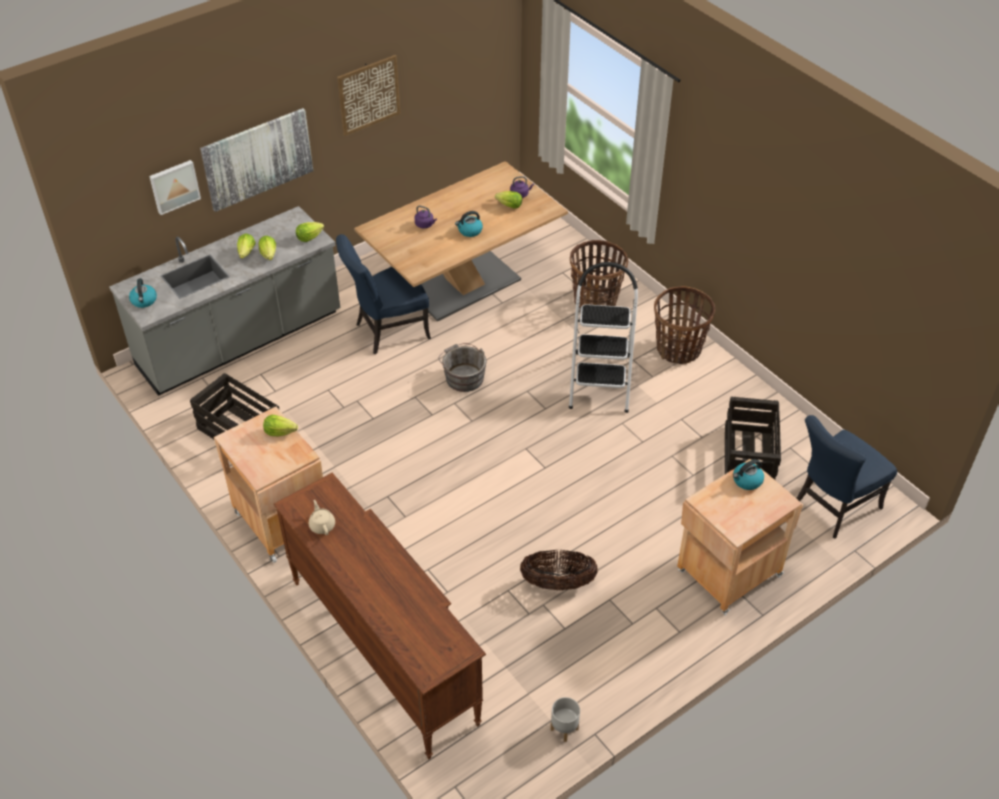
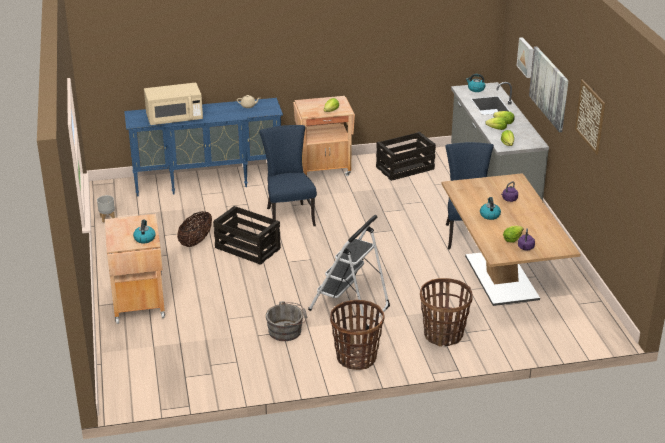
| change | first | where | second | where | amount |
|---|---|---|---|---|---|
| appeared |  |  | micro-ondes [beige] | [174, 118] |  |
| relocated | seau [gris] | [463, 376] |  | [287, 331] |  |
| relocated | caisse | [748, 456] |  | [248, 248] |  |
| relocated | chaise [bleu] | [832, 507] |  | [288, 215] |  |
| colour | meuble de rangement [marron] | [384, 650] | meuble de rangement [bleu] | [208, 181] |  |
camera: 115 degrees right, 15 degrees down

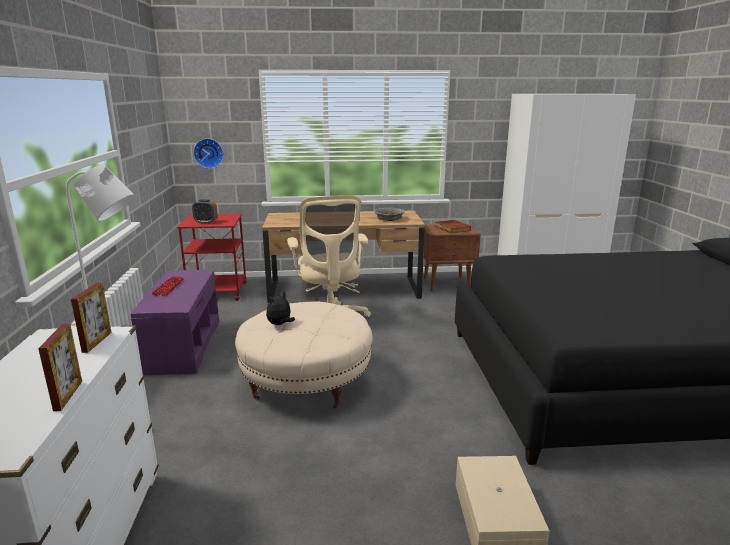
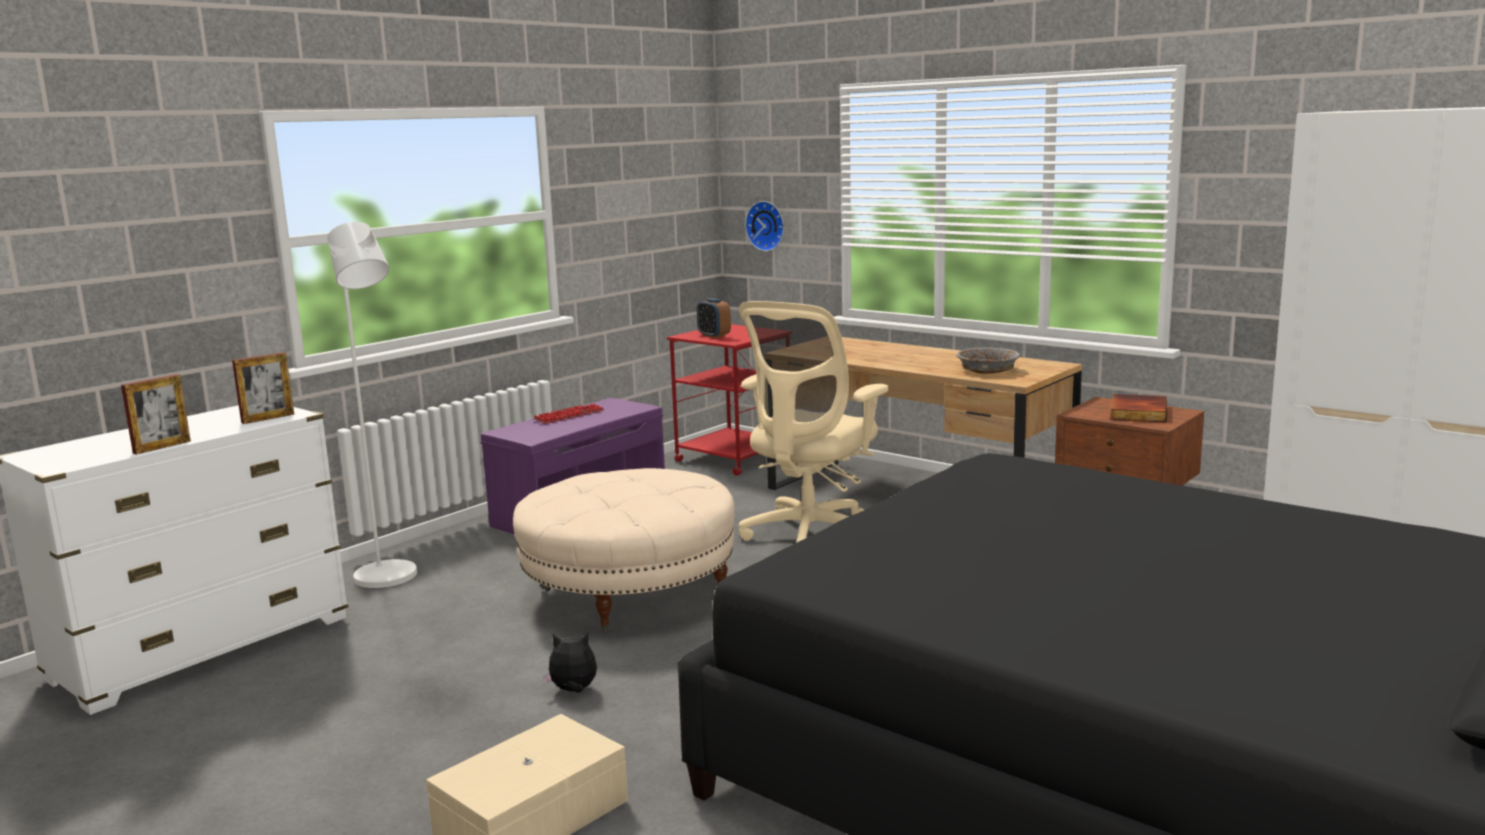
| change | first | where | second | where | amount |
|---|---|---|---|---|---|
| relocated | peluche | [280, 324] |  | [573, 691] |  |
camera: 45 degrees right, 5 degrees down

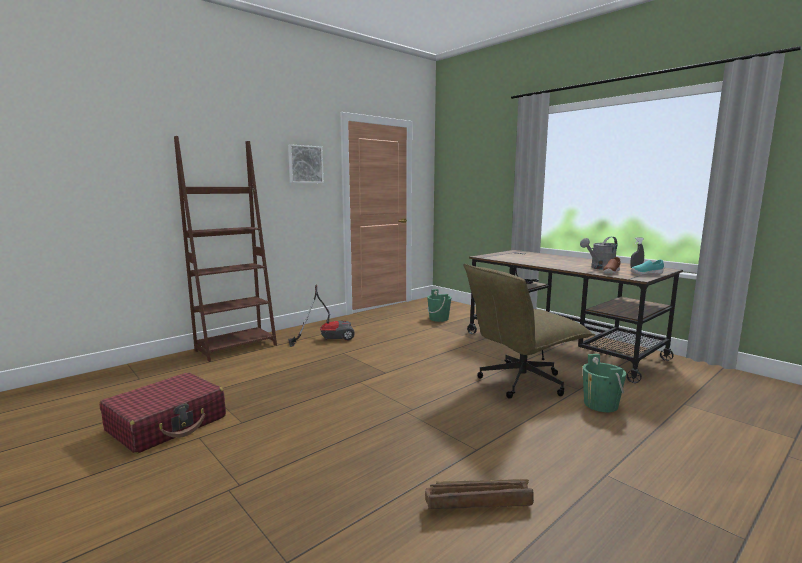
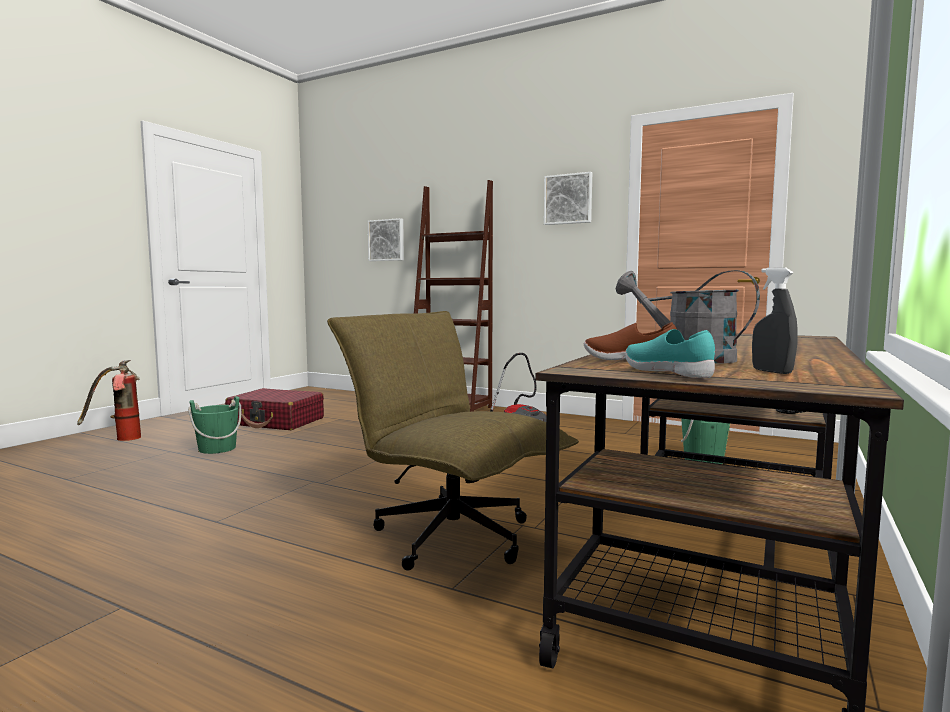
| change | first | where | second | where | amount |
|---|---|---|---|---|---|
| missing | caisse | [478, 502] |  |  |  |
| appeared |  |  | extincteur | [119, 440] |  |
| appeared |  |  | tableau | [387, 240] |  |
| relocated | seau [vert] | [600, 405] |  | [217, 448] |  |
camera: 70 degrees right, 5 degrees down

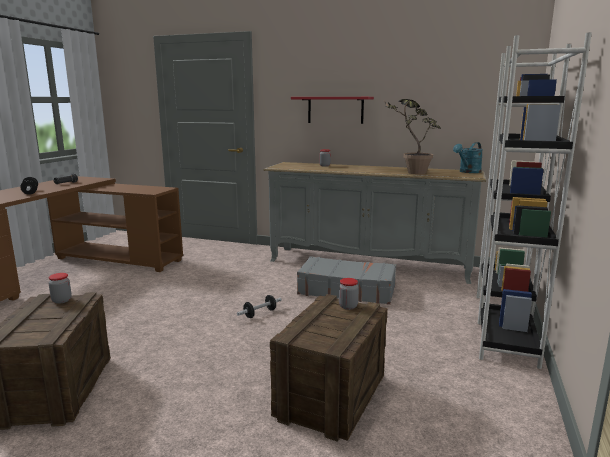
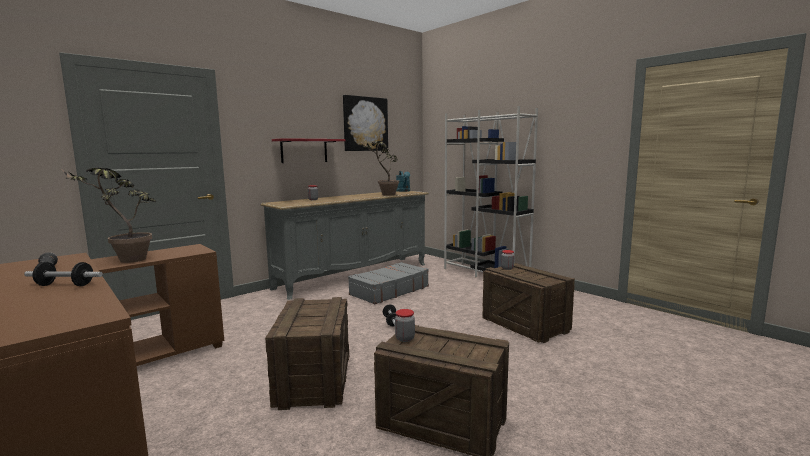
| change | first | where | second | where | amount |
|---|---|---|---|---|---|
| appeared |  |  | plante en pot | [123, 260] |  |
| appeared |  |  | caisse | [314, 379] |  |
| appeared |  |  | tableau | [365, 124] |  |
camera: 60 degrees left, 5 degrees down

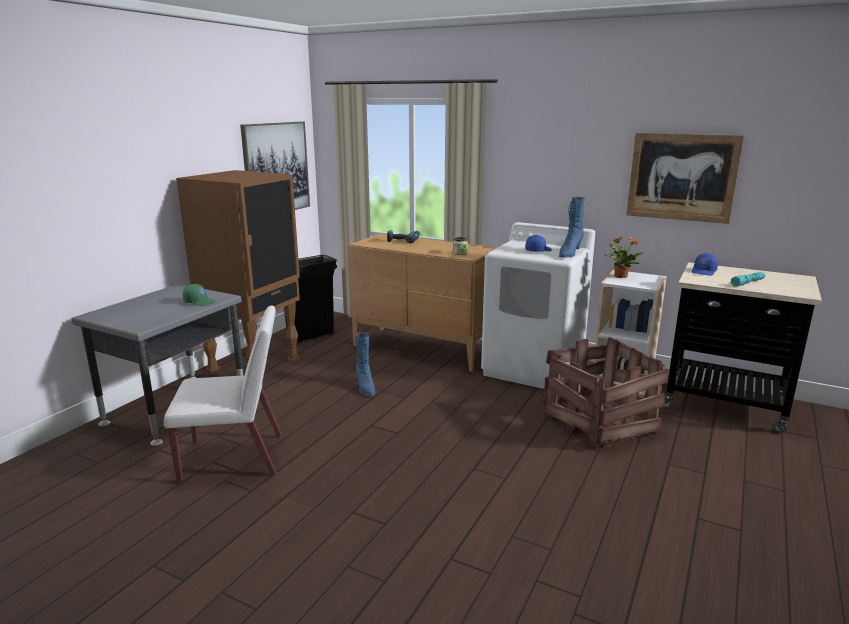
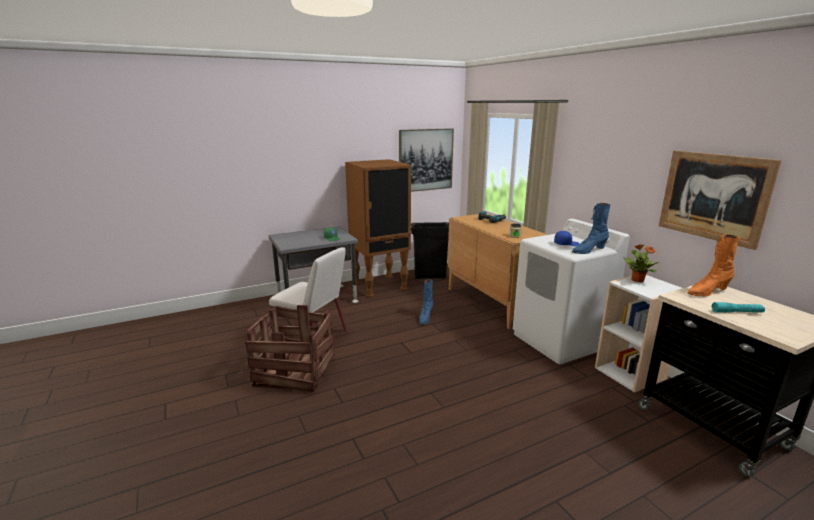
| change | first | where | second | where | amount |
|---|---|---|---|---|---|
| relocated | caisse | [600, 423] |  | [295, 371] |  |
| exchanged | casquette [bleu] | [704, 272] | botte [orange] | [707, 292] |  |
camera: 35 degrees right, 0 degrees up

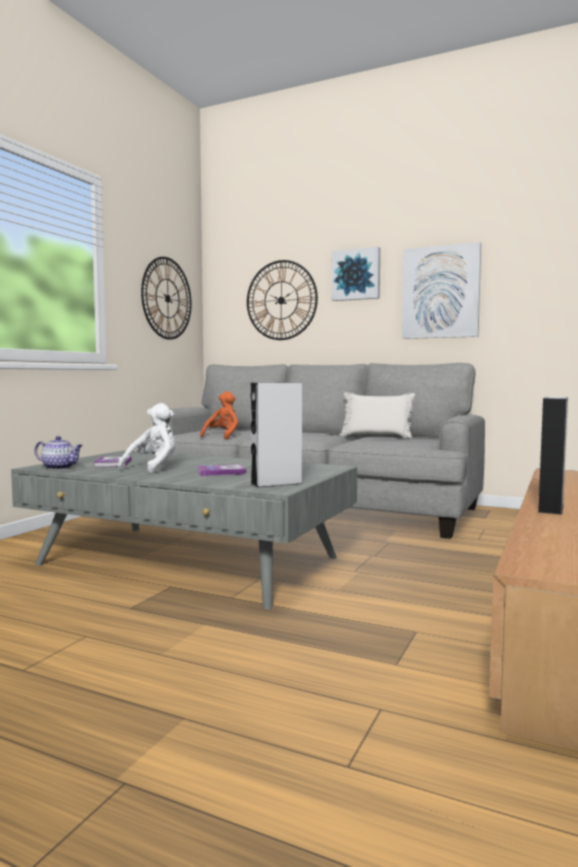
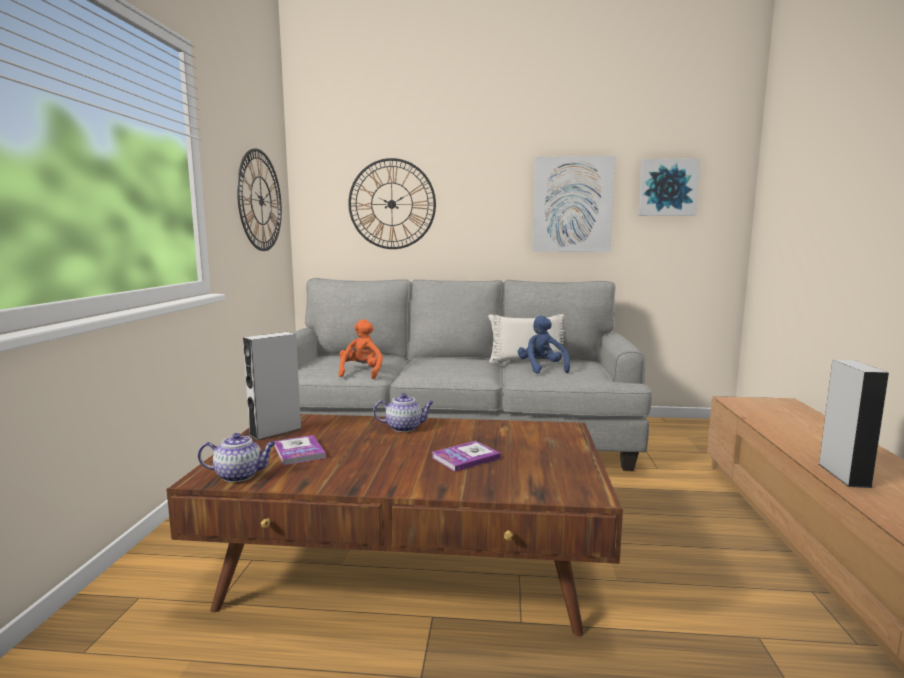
| change | first | where | second | where | amount |
|---|---|---|---|---|---|
| missing | peluche [blanc] | [153, 467] |  |  |  |
| appeared |  |  | théière | [405, 427] |  |
| appeared |  |  | peluche [bleu] | [542, 368] |  |
| relocated | enceinte [gris] | [276, 484] |  | [275, 432] |  |
| relocated | tableau | [356, 275] |  | [667, 187] |  |
| colour | table basse [gris] | [187, 561] | table basse [marron] | [409, 561] |  |
camera: 20 degrees left, 5 degrees up

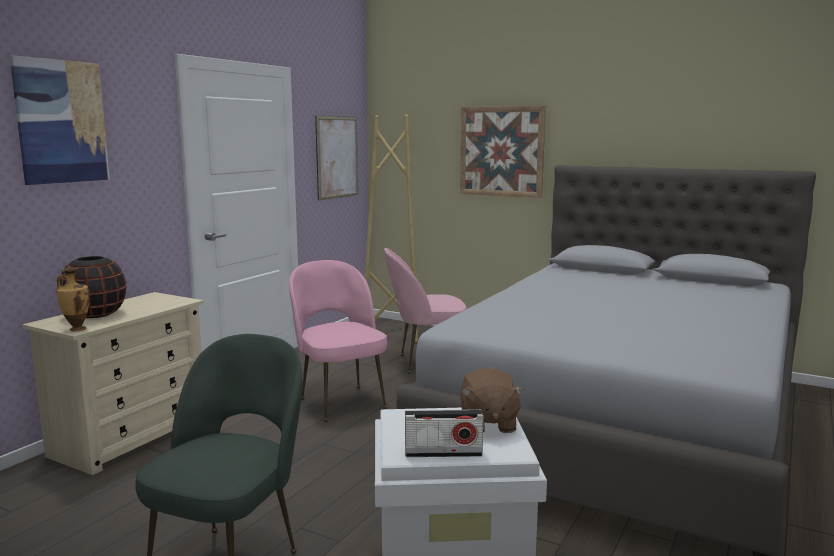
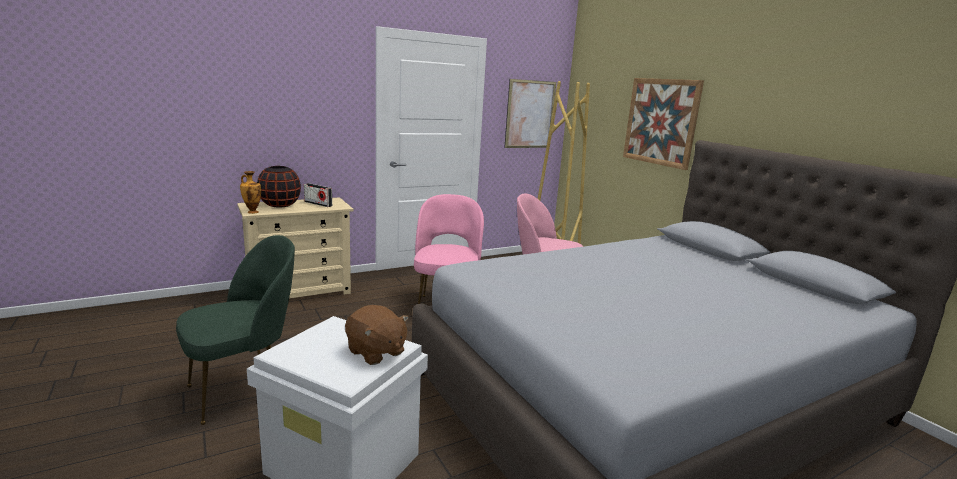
| change | first | where | second | where | amount |
|---|---|---|---|---|---|
| missing | tableau | [61, 122] |  |  |  |
| relocated | radio | [443, 453] |  | [318, 204] |  |
| spun | peluche [marron] | [488, 424] |  | [376, 352] | 75 degrees counterclockwise |
camera: 30 degrees right, 5 degrees up

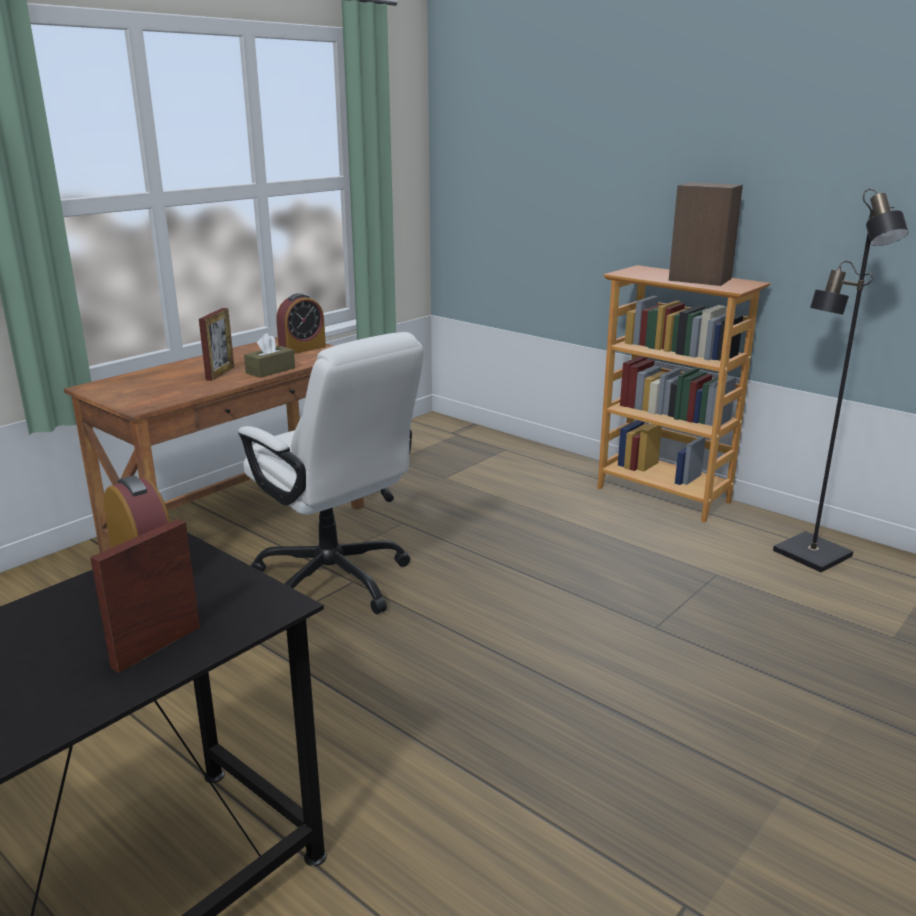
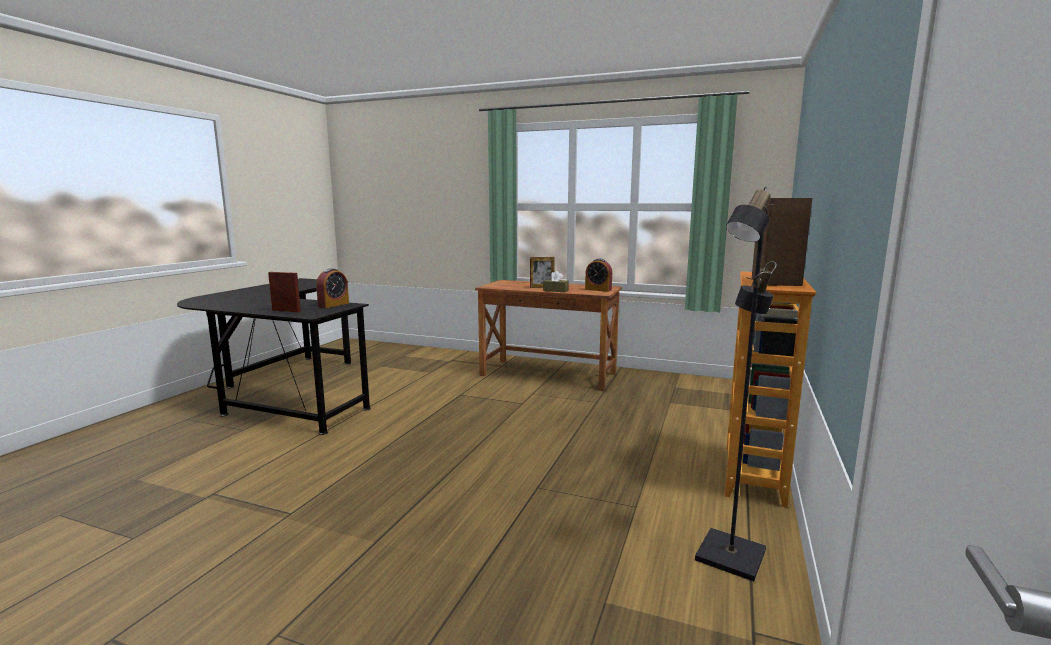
| change | first | where | second | where | amount |
|---|---|---|---|---|---|
| missing | chaise de bureau [blanc] | [337, 584] |  |  |  |
camera: 70 degrees right, 10 degrees down

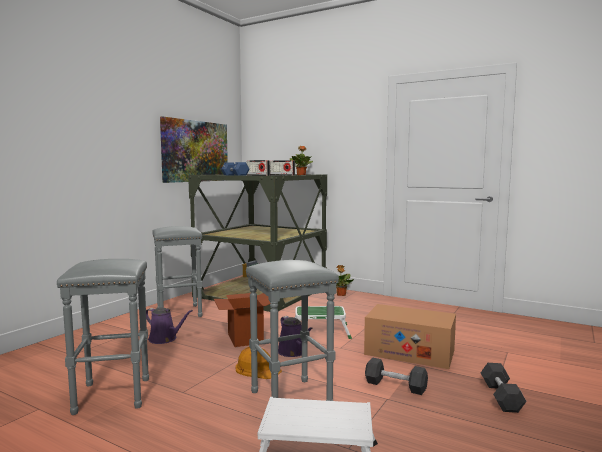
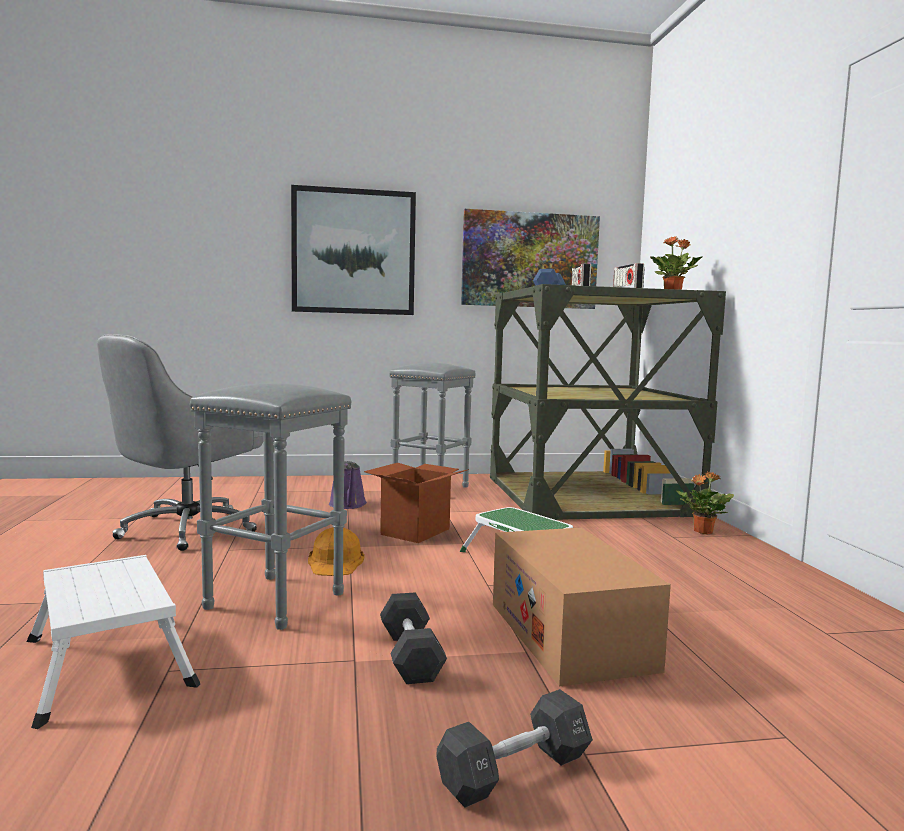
| change | first | where | second | where | amount |
|---|---|---|---|---|---|
| missing | arrosoir [violet] | [293, 352] |  |  |  |
| appeared |  |  | tableau | [353, 252] |  |
| exchanged | tabouret [gris] | [110, 396] | chaise de bureau [gris] | [186, 529] |  |
camera: 50 degrees right, 0 degrees up

